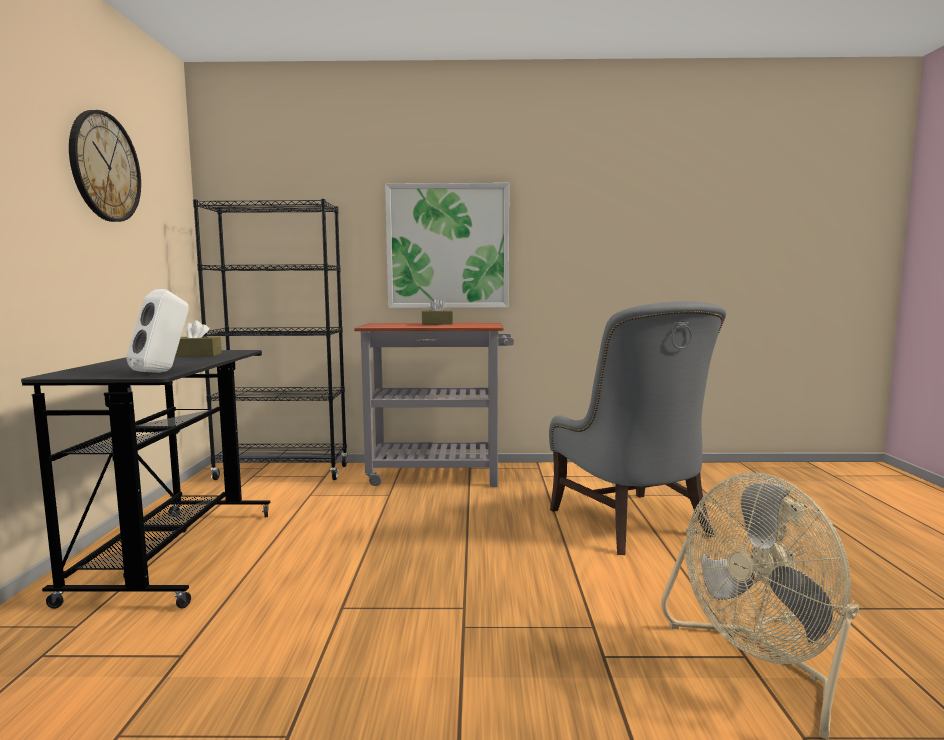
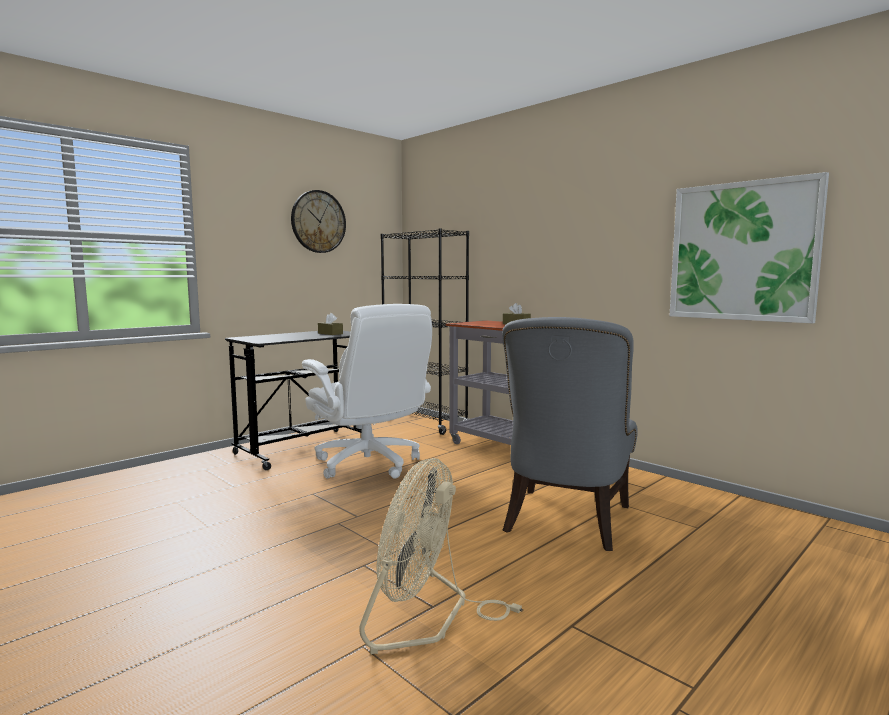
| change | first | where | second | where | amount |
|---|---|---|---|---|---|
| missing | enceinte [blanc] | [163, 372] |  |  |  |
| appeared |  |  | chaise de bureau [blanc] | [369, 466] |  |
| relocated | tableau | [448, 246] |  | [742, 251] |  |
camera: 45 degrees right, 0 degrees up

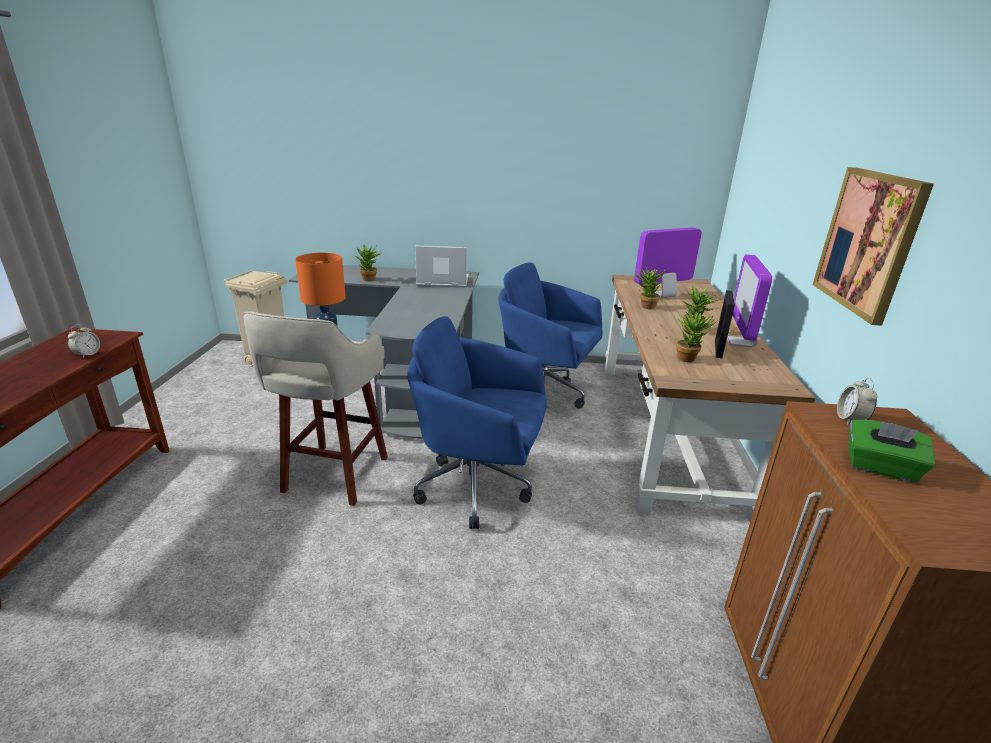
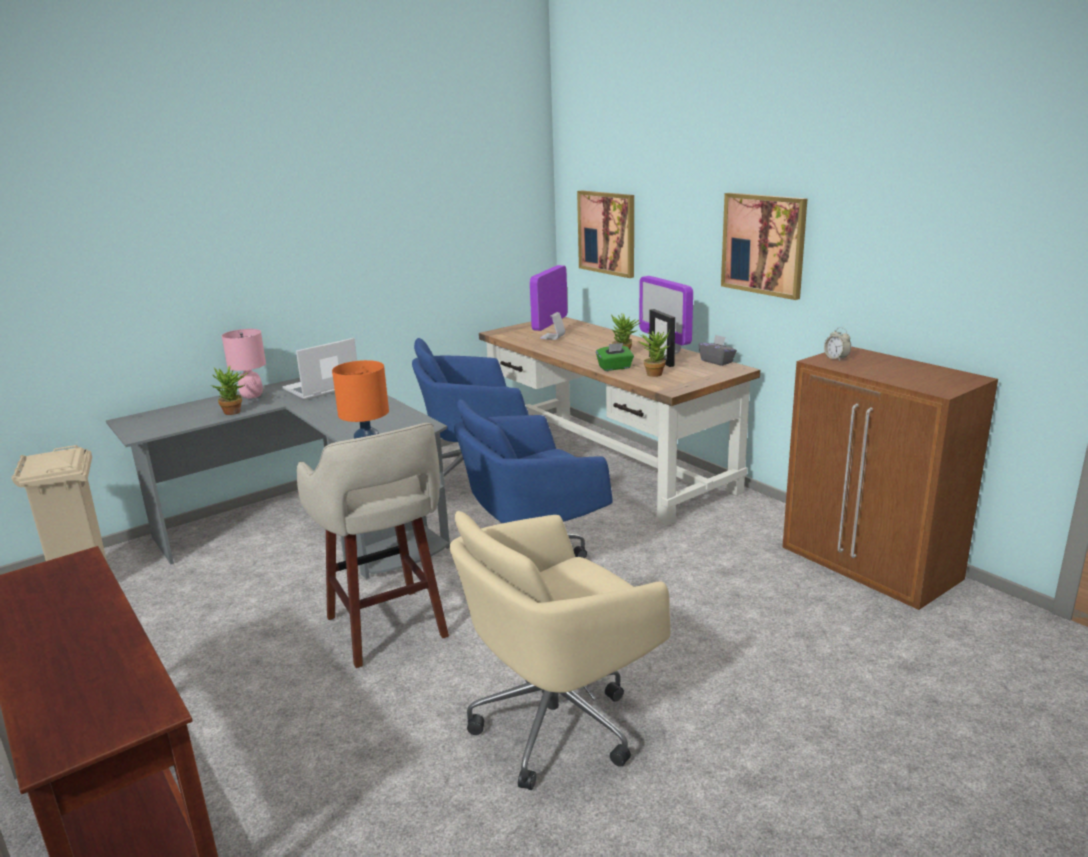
| change | first | where | second | where | amount |
|---|---|---|---|---|---|
| missing | réveil | [87, 354] |  |  |  |
| missing | plante en pot | [645, 307] |  |  |  |
| appeared |  |  | lampe de table [rose] | [251, 396] |  |
| appeared |  |  | chaise de bureau [beige] | [561, 725] |  |
| appeared |  |  | tableau | [607, 233] |  |
| appeared |  |  | boîte à mouchoirs [gris] | [717, 361] |  |
| relocated | boîte à mouchoirs [vert] | [880, 468] |  | [615, 367] |  |
camera: 40 degrees left, 5 degrees down

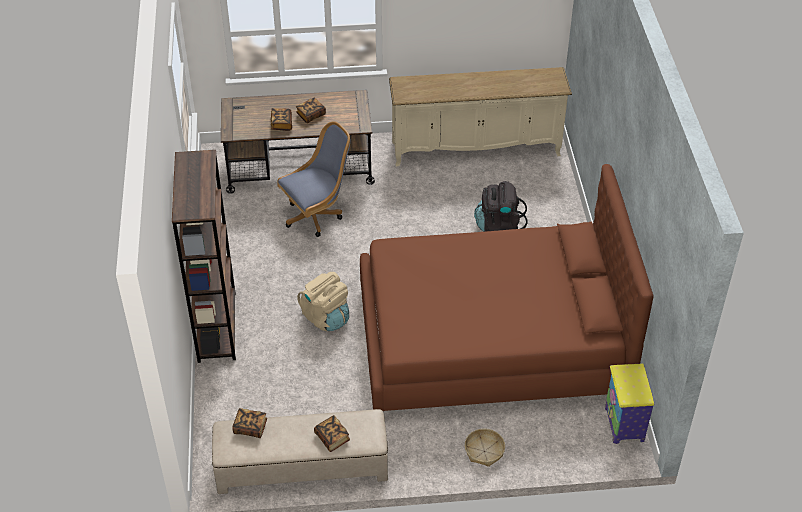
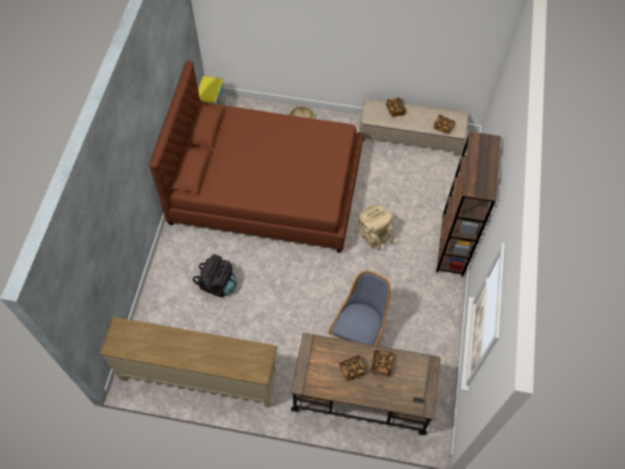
| change | first | where | second | where | amount |
|---|---|---|---|---|---|
| spun | chaise de bureau [bleu] | [317, 215] |  | [358, 334] | 135 degrees clockwise |
camera: 165 degrees left, 15 degrees up

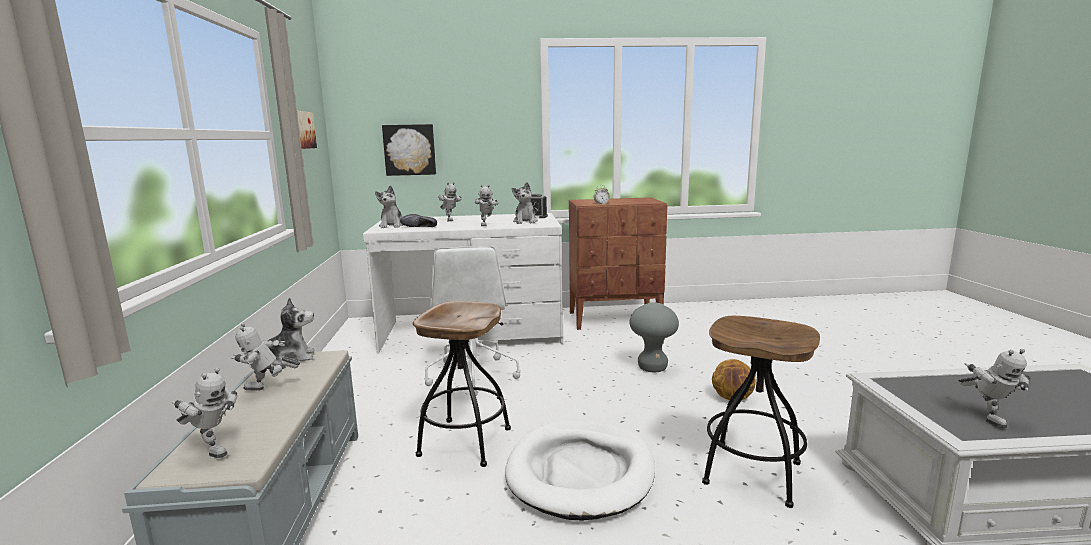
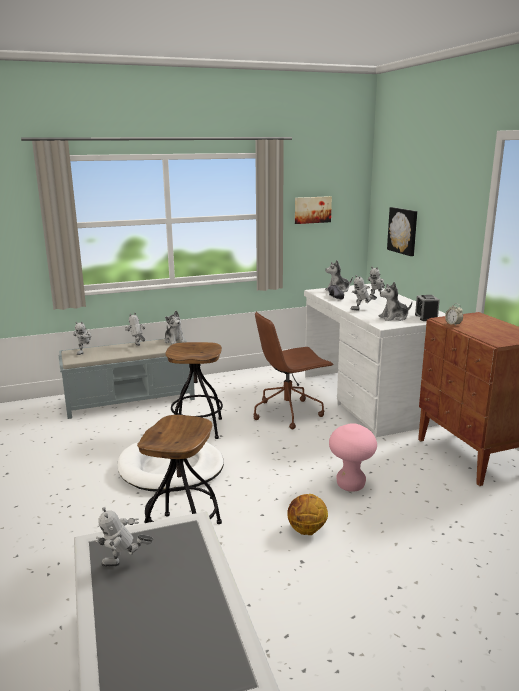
| change | first | where | second | where | amount |
|---|---|---|---|---|---|
| colour | chaise de bureau [blanc] | [472, 374] | chaise de bureau [marron] | [290, 413] |  |
| colour | tabouret [gris] | [652, 368] | tabouret [rose] | [350, 485] |  |
camera: 75 degrees right, 5 degrees up

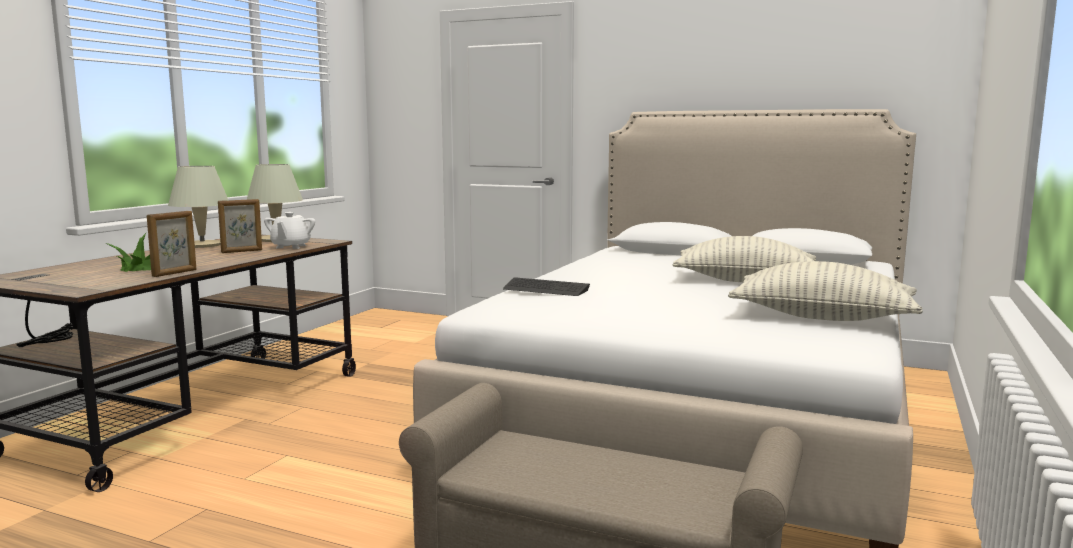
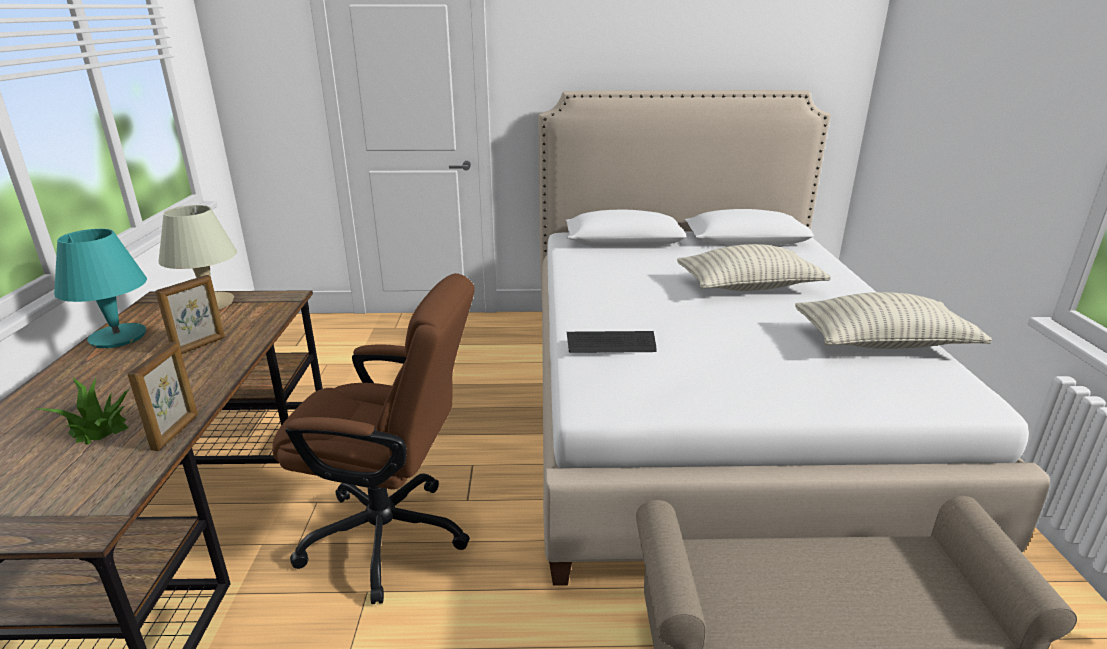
| change | first | where | second | where | amount |
|---|---|---|---|---|---|
| missing | théière [blanc] | [290, 246] |  |  |  |
| appeared |  |  | chaise de bureau [marron] | [394, 538] |  |
| colour | lampe de table [beige] | [202, 245] | lampe de table [turquoise] | [118, 337] |  |
camera: 25 degrees left, 15 degrees up

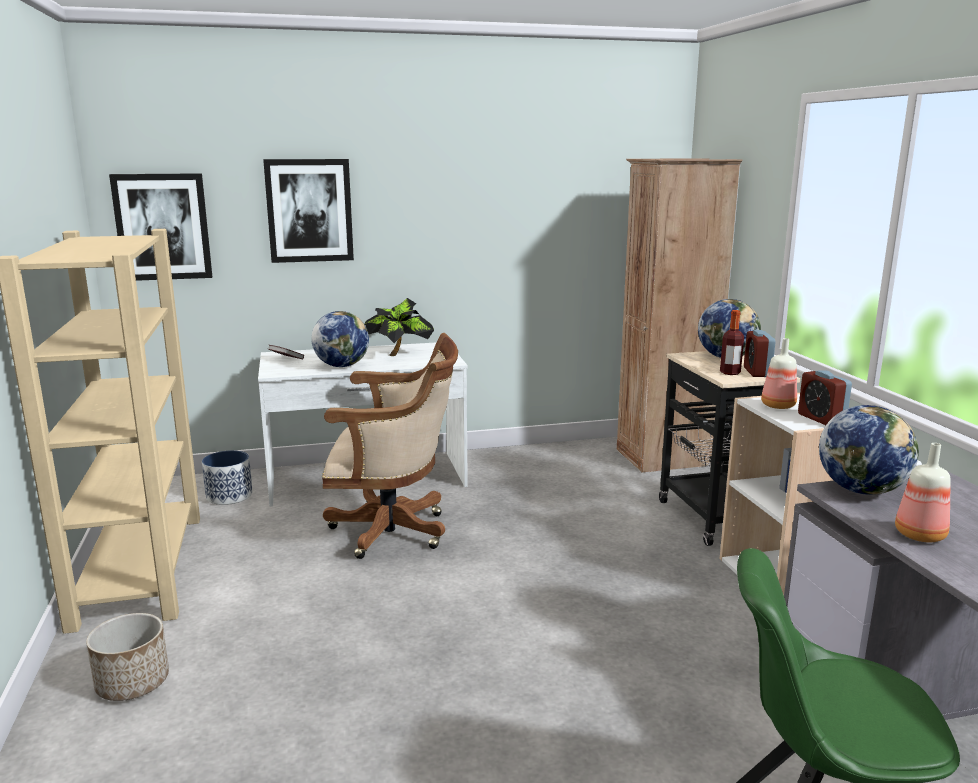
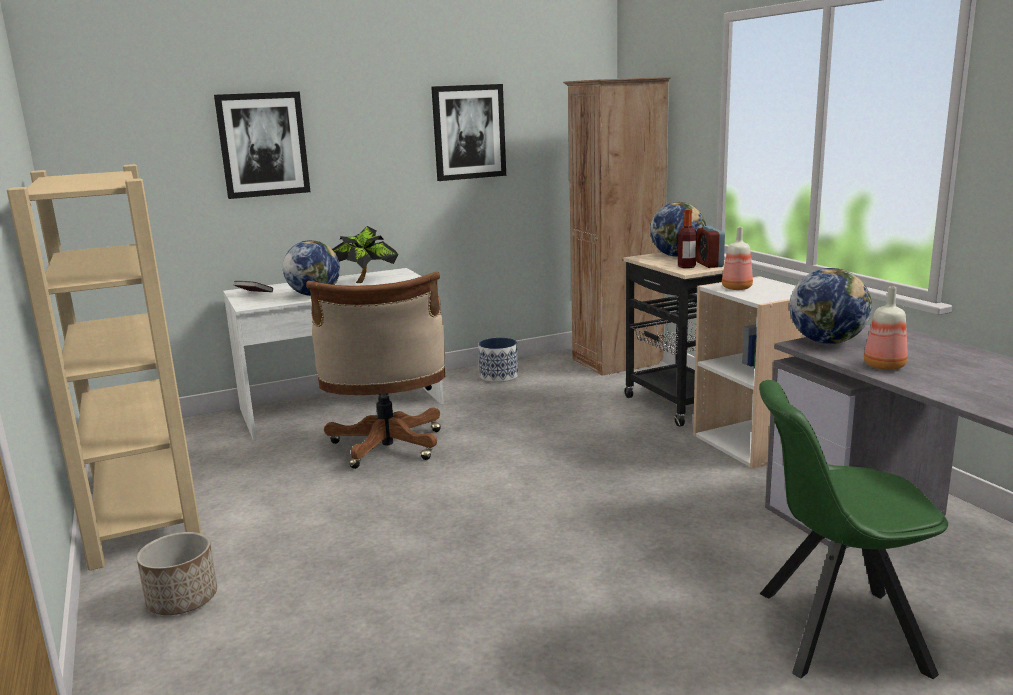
| change | first | where | second | where | amount |
|---|---|---|---|---|---|
| missing | réveil | [821, 419] |  |  |  |
| relocated | tableau | [163, 227] |  | [469, 132] |  |
| relocated | cache-pot | [229, 496] |  | [499, 376] |  |
| spun | chaise de bureau | [395, 531] |  | [388, 447] | 90 degrees clockwise |
camera: 10 degrees left, 0 degrees up

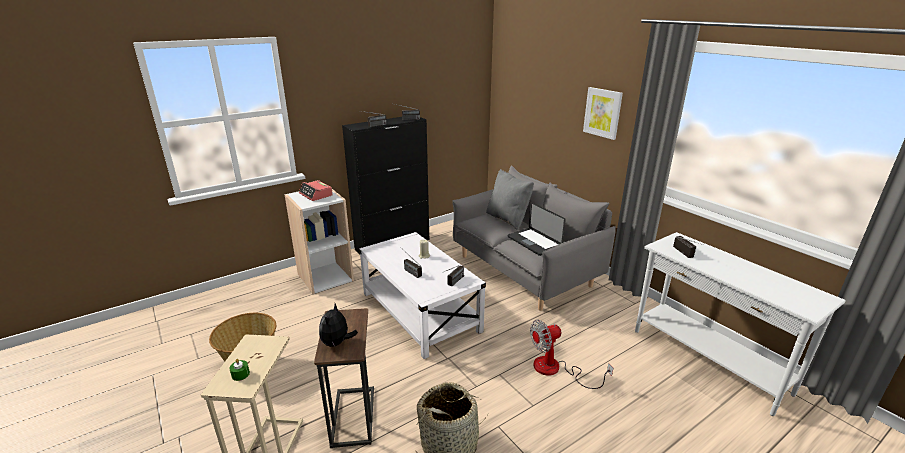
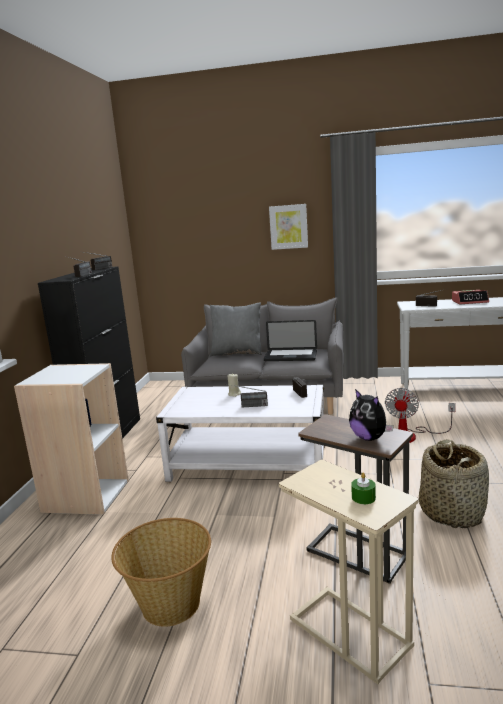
| change | first | where | second | where | amount |
|---|---|---|---|---|---|
| relocated | réveil | [316, 195] |  | [470, 301] |  |
camera: 45 degrees left, 10 degrees down

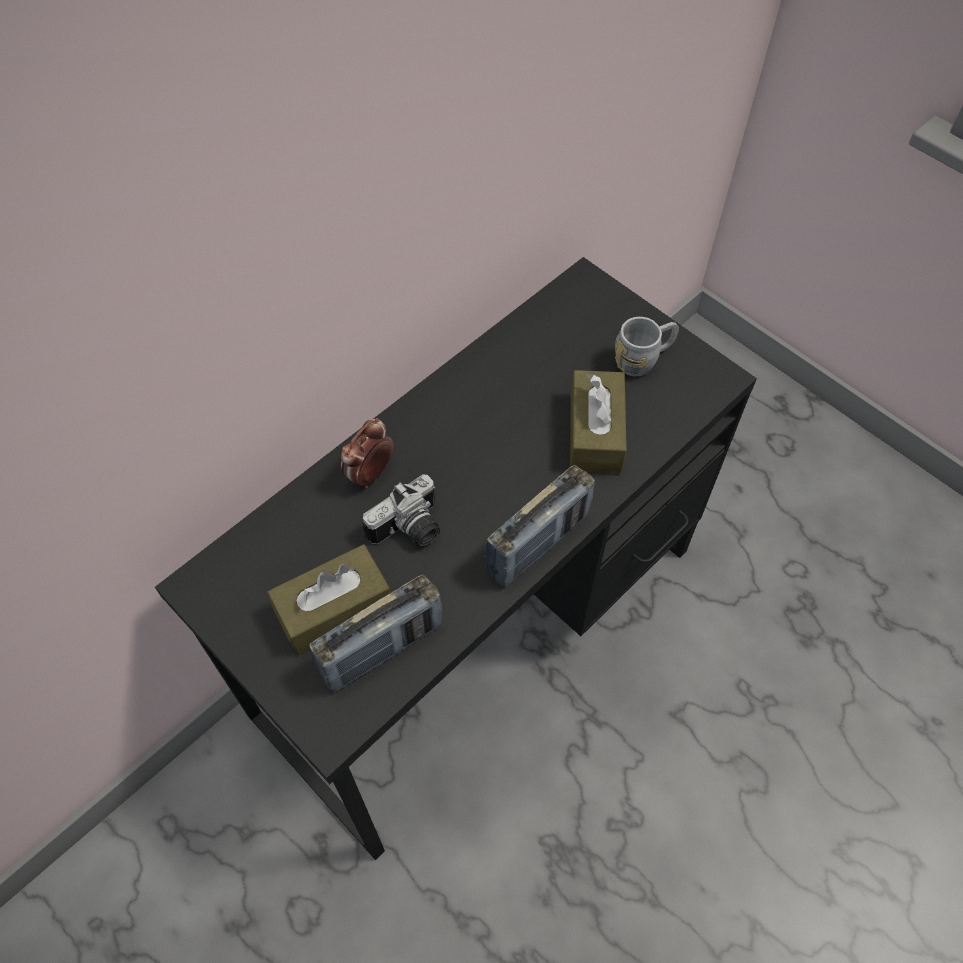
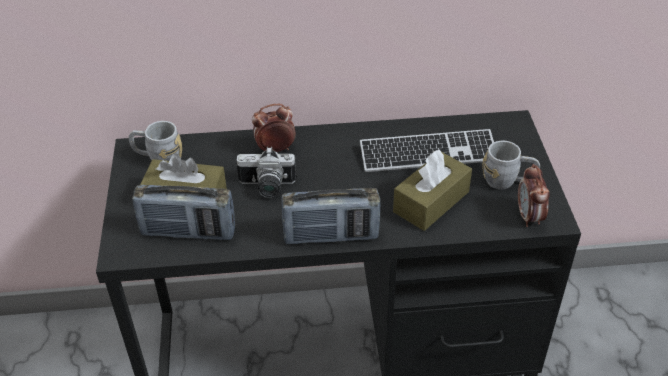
| change | first | where | second | where | amount |
|---|---|---|---|---|---|
| appeared |  |  | mug [gris] | [158, 158] |  |
| appeared |  |  | clavier | [428, 154] |  |
| appeared |  |  | réveil | [529, 217] |  |
camera: 40 degrees right, 15 degrees down

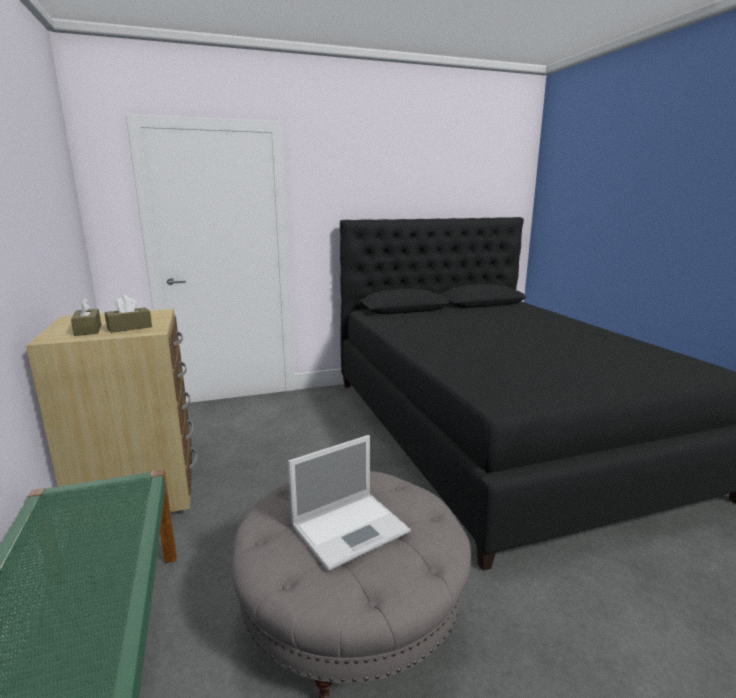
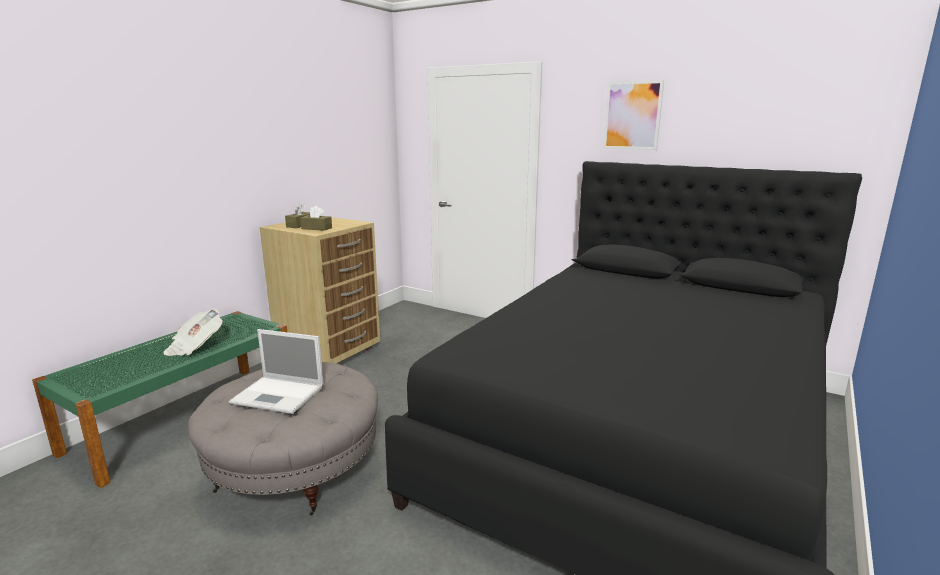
| change | first | where | second | where | amount |
|---|---|---|---|---|---|
| appeared |  |  | journal | [195, 347] |  |
| appeared |  |  | tableau | [632, 115] |  |
camera: 50 degrees right, 0 degrees up

